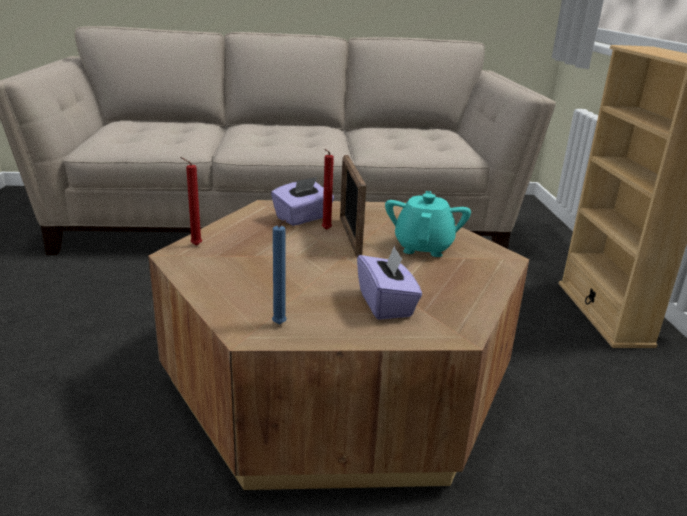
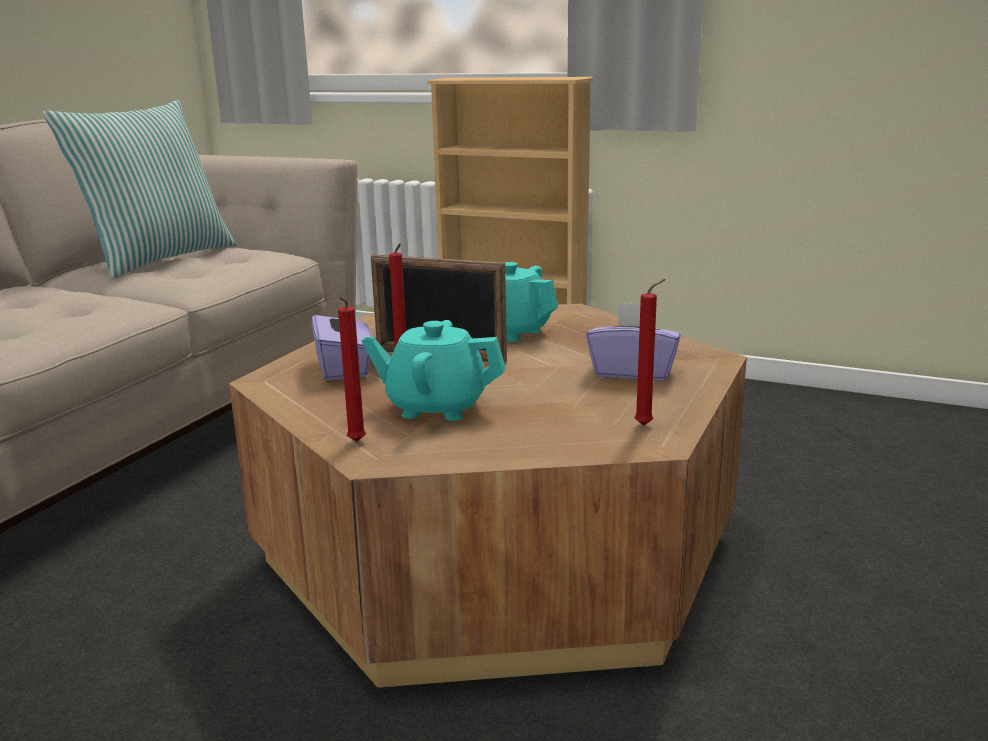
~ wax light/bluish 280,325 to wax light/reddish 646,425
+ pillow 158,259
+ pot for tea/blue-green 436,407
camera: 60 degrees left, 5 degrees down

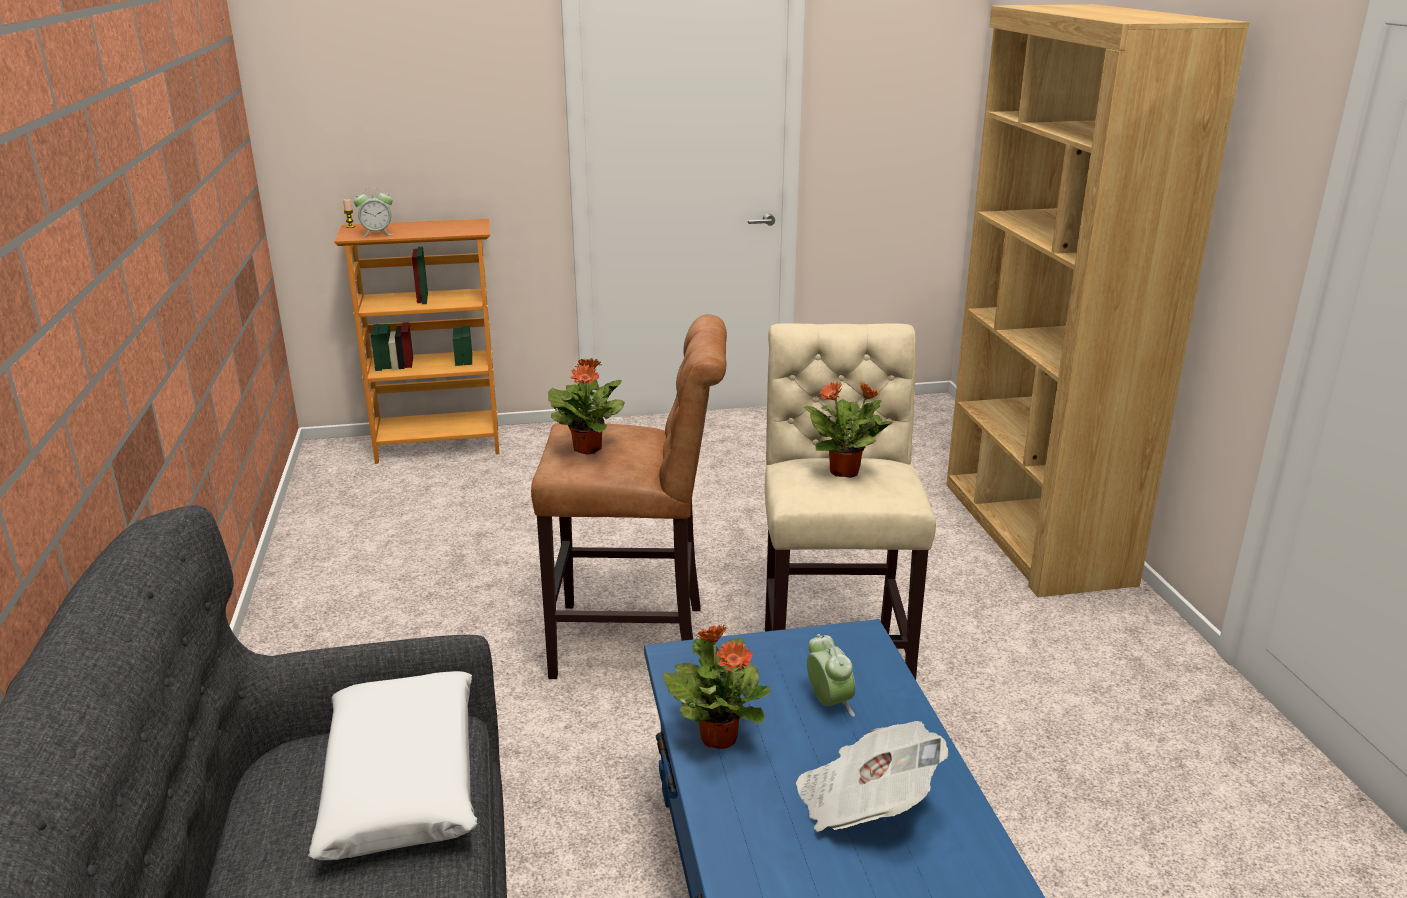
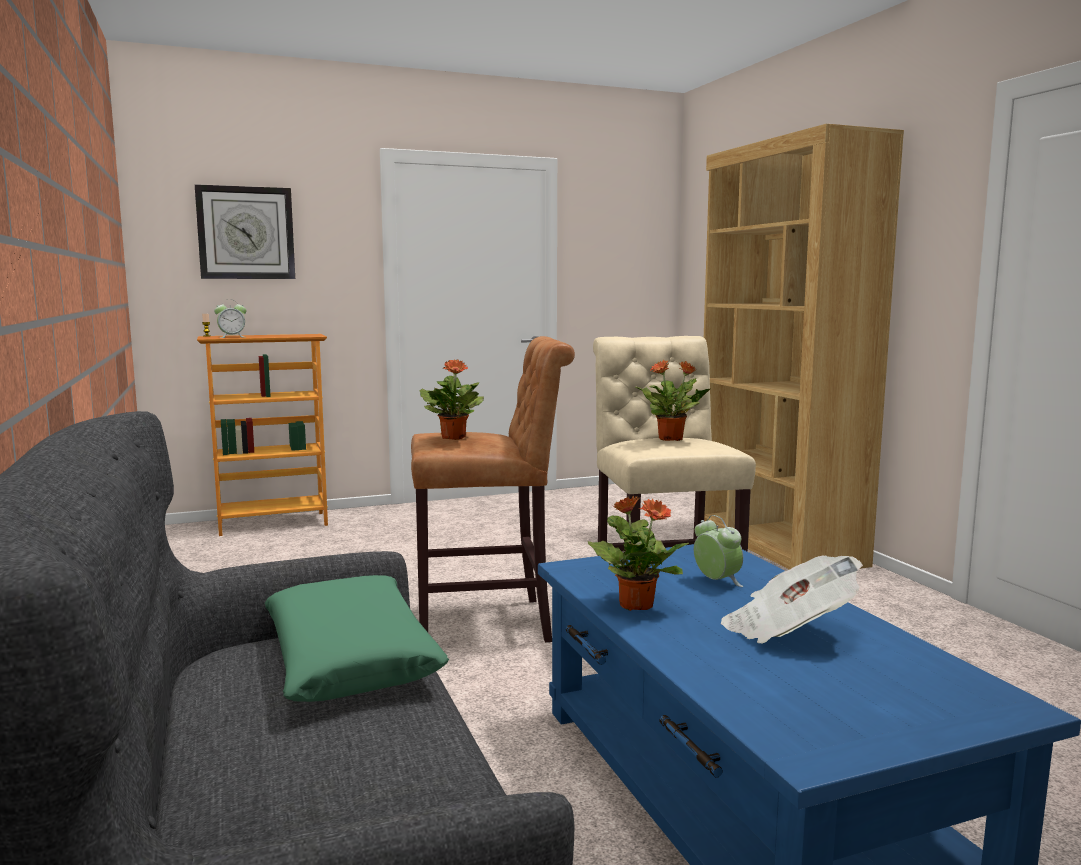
~ pillow/white-coloured 403,780 to pillow/greenish 350,657
+ hanging clock 246,233
camera: 10 degrees left, 15 degrees down

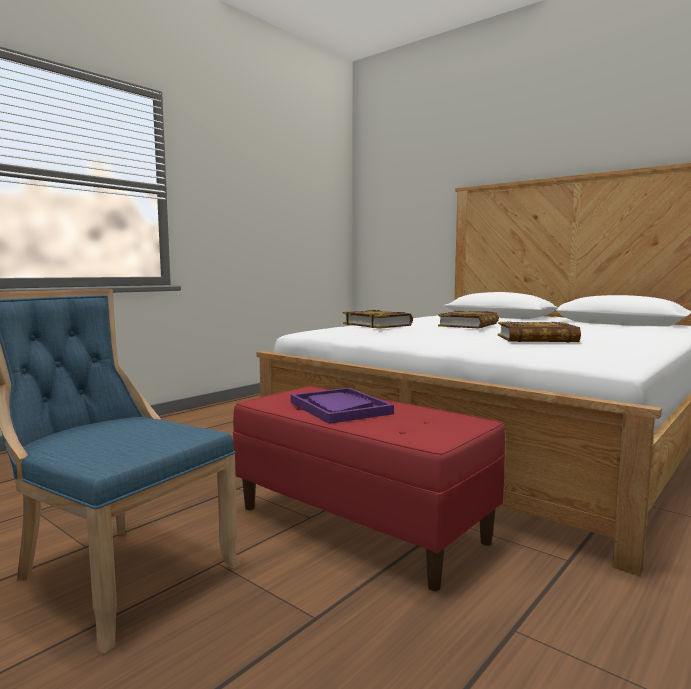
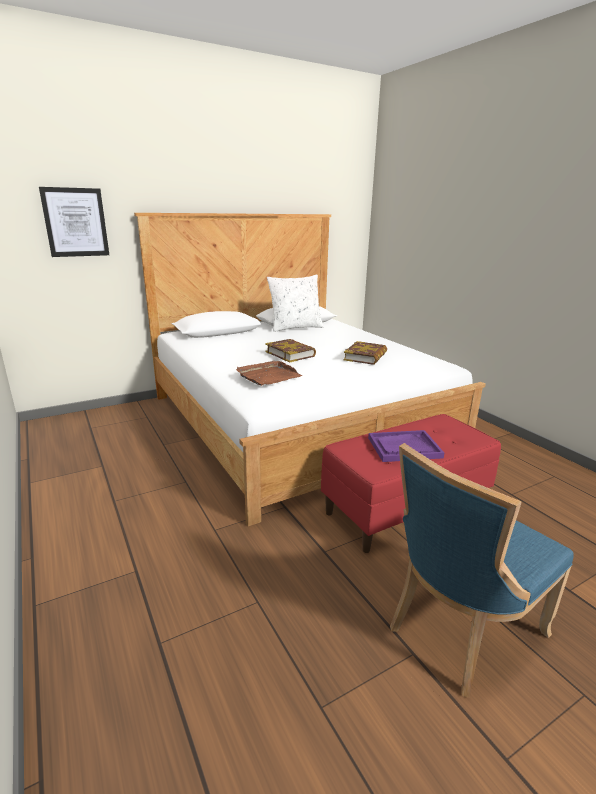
~ book 377,324 to serving tray/brown-coloured 268,376
+ wall art 75,222
+ pillow/white-coloured 295,327
camera: 70 degrees left, 15 degrees up

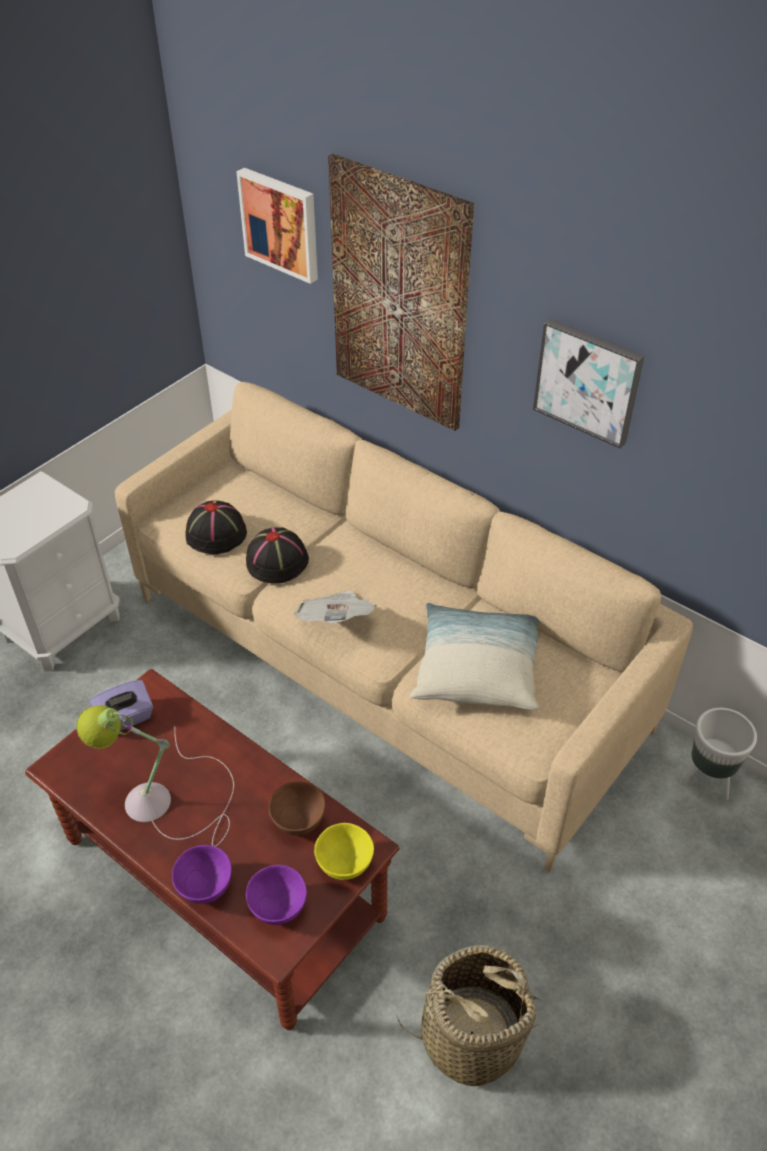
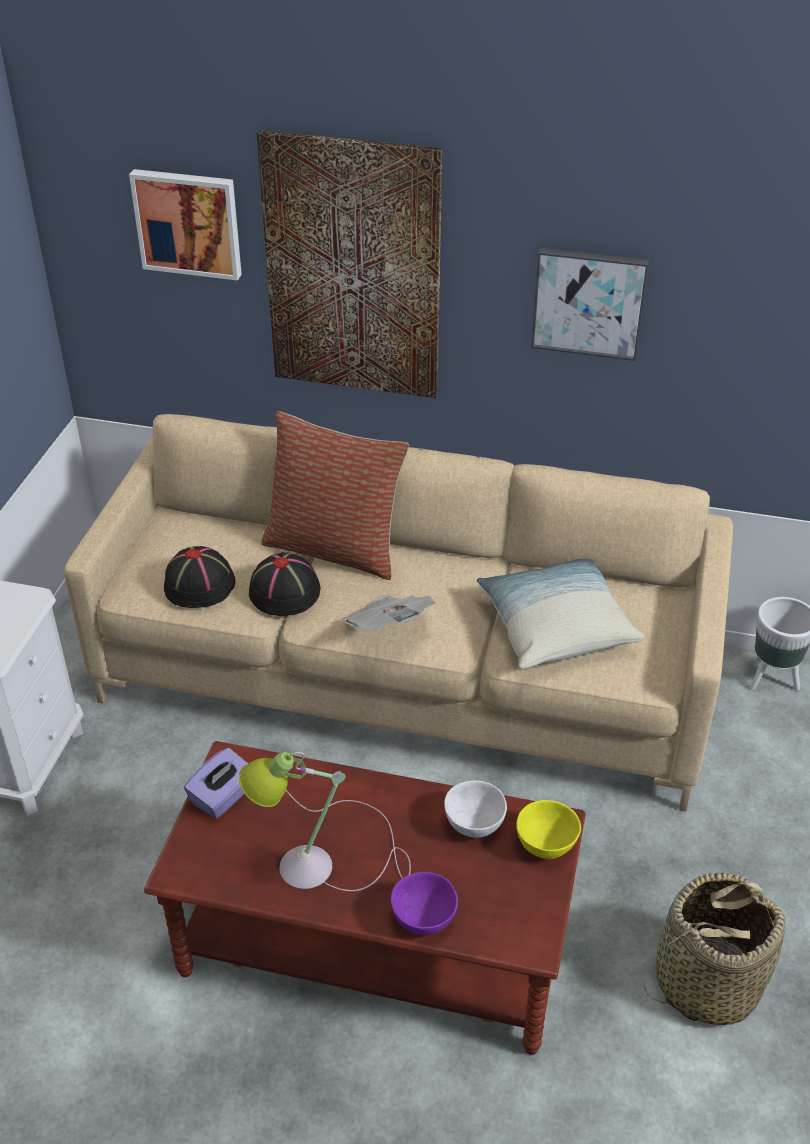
- bowl/purplish 278,908
~ bowl/brown-coloured 298,822 to bowl/white-coloured 474,826
+ pillow 335,548
camera: 25 degrees left, 5 degrees down

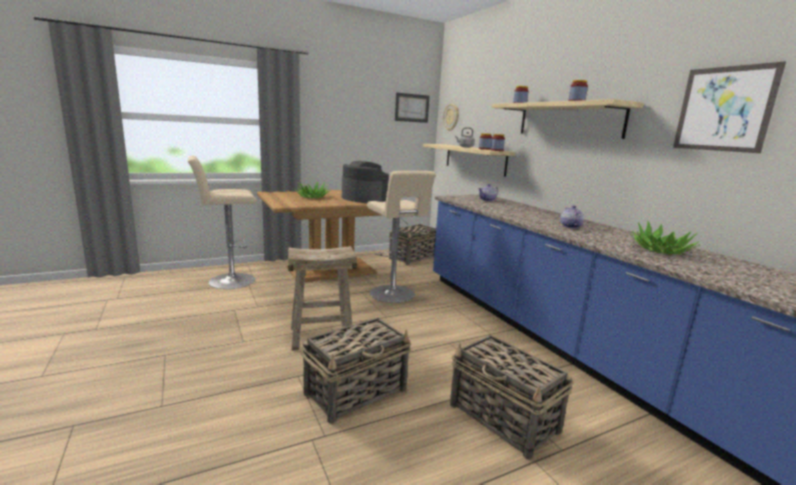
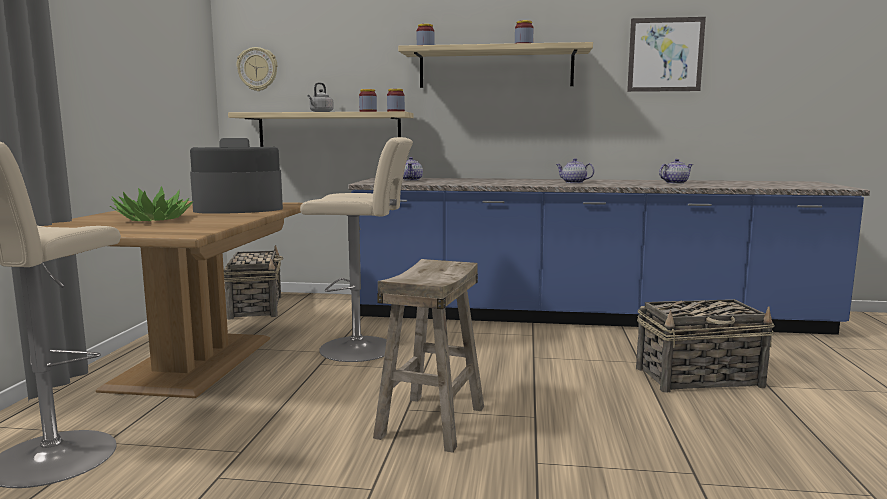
- storage basket 357,391
- wall art 411,108
~ houseplant 661,250 to pot for tea 674,183
camera: 55 degrees left, 5 degrees down

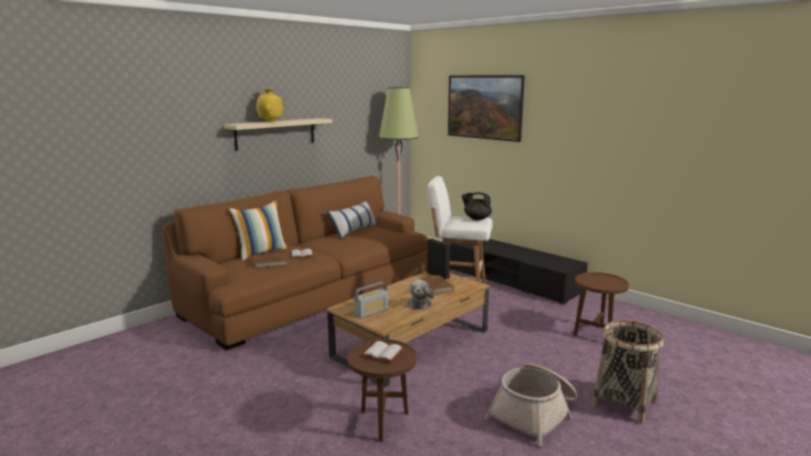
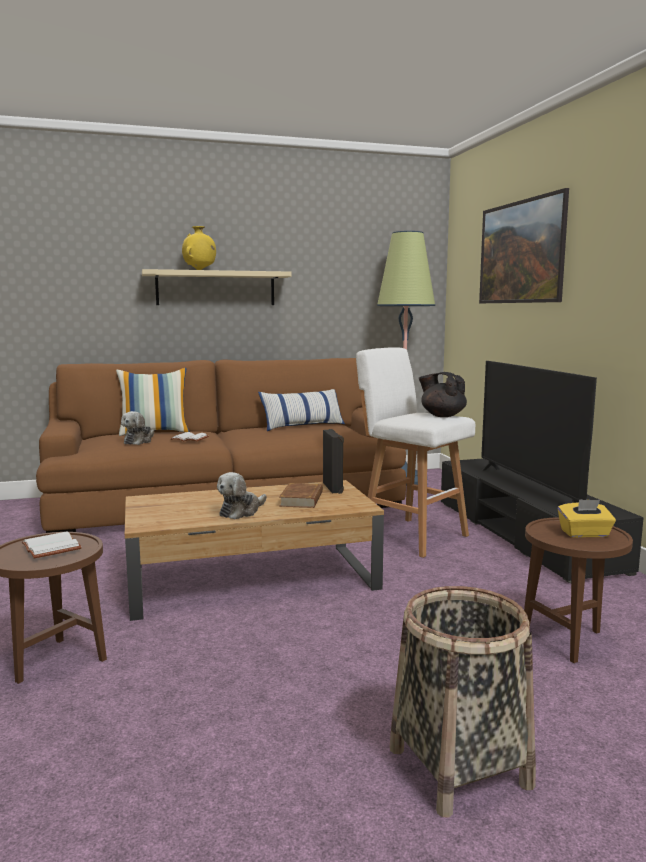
~ book/brown-coloured 269,263 to cuddly toy 139,441
- radio set 371,311
- storage basket 534,414
+ TV set 528,487
+ tissue holder/yellow 584,534
camera: 30 degrees right, 5 degrees down

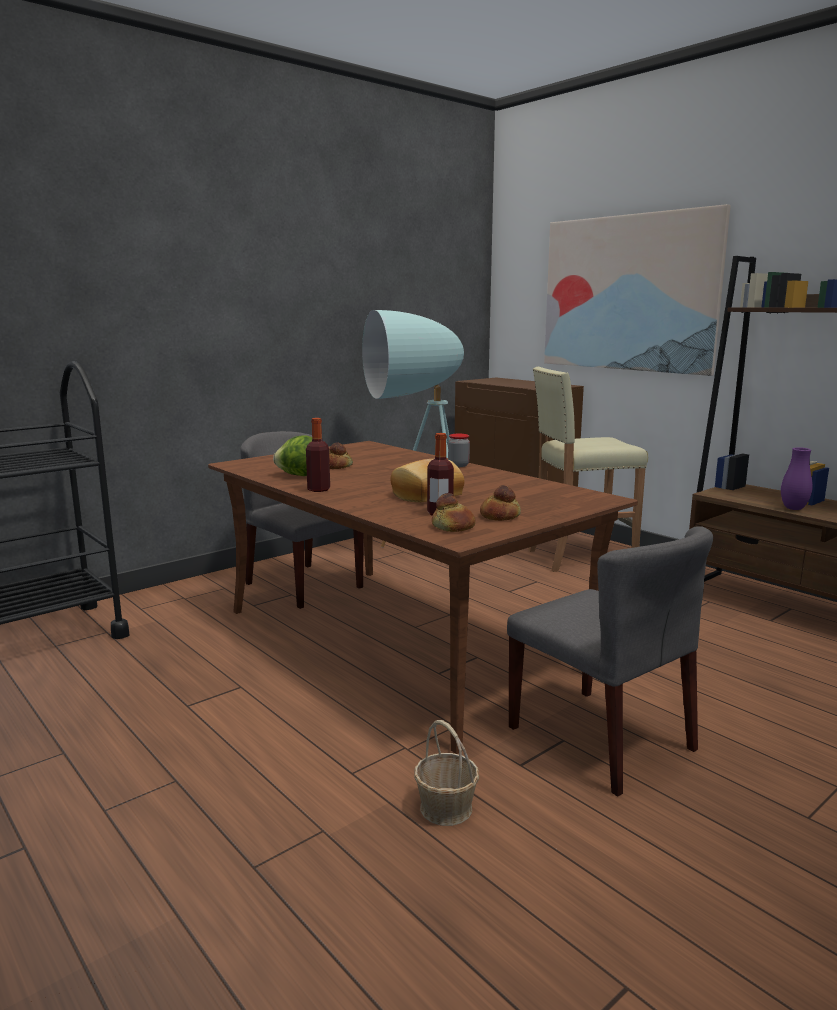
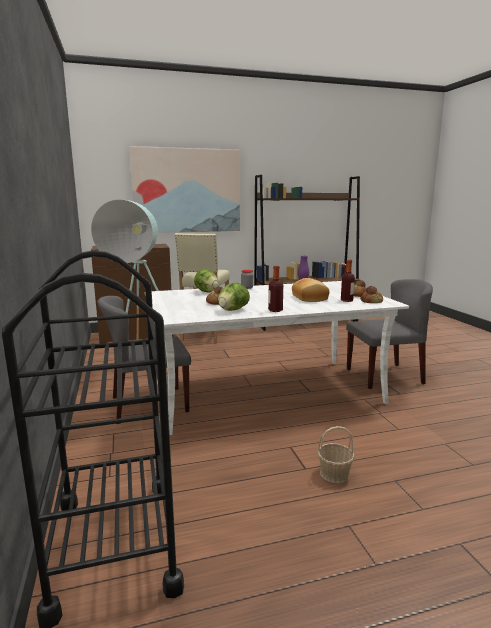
~ dining table/brown-coloured 400,641 to dining table/white-coloured 266,392
~ storage basket 446,808 to 334,474
+ head of lettuce 207,292
camera: 65 degrees left, 0 degrees up

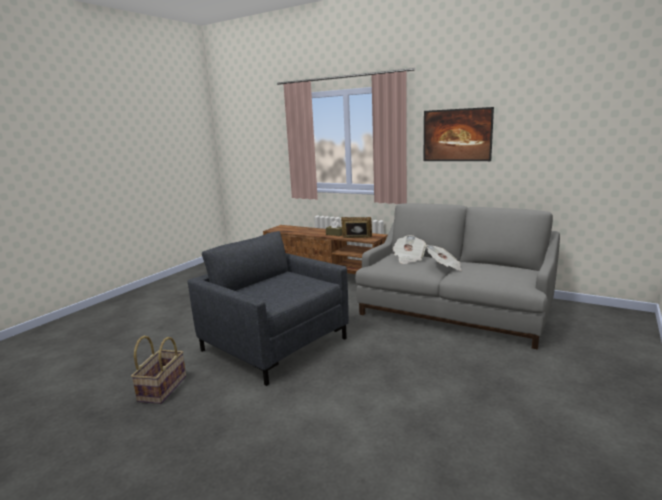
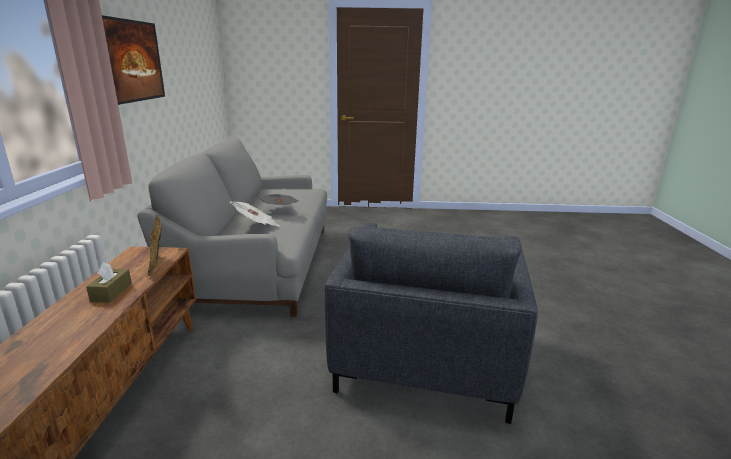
- storage basket 162,388
camera: 120 degrees left, 5 degrees up

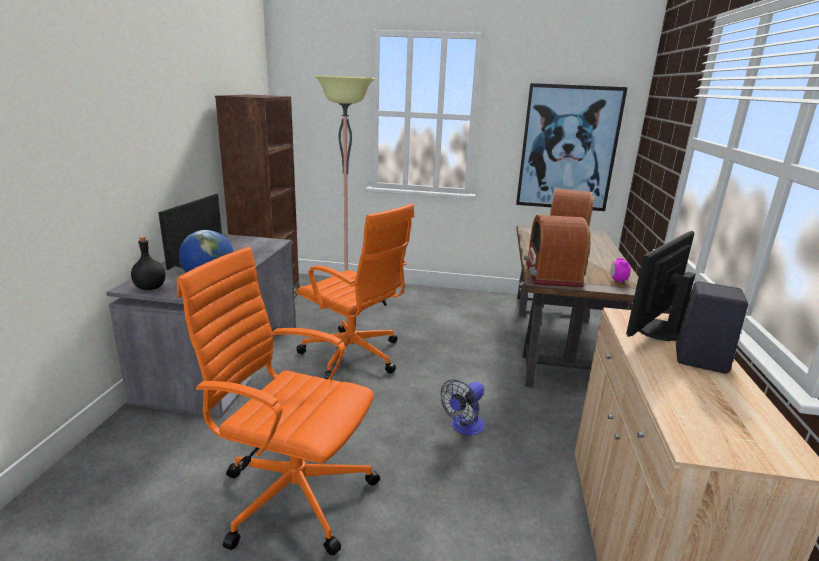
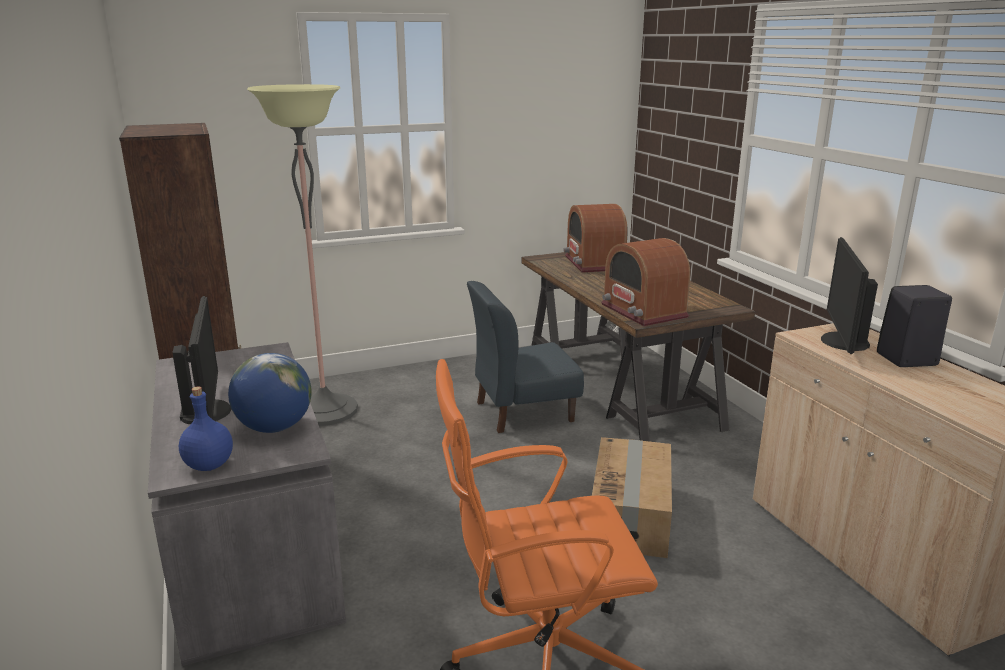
~ bottle/black 149,288 to bottle/bluish 208,466
- computer chair/orange 354,356
~ electric fan 464,427 to carton 631,515
- wall art 568,148
- bedside clock 617,280
+ chair/bluish 523,411
camera: 30 degrees left, 0 degrees up

